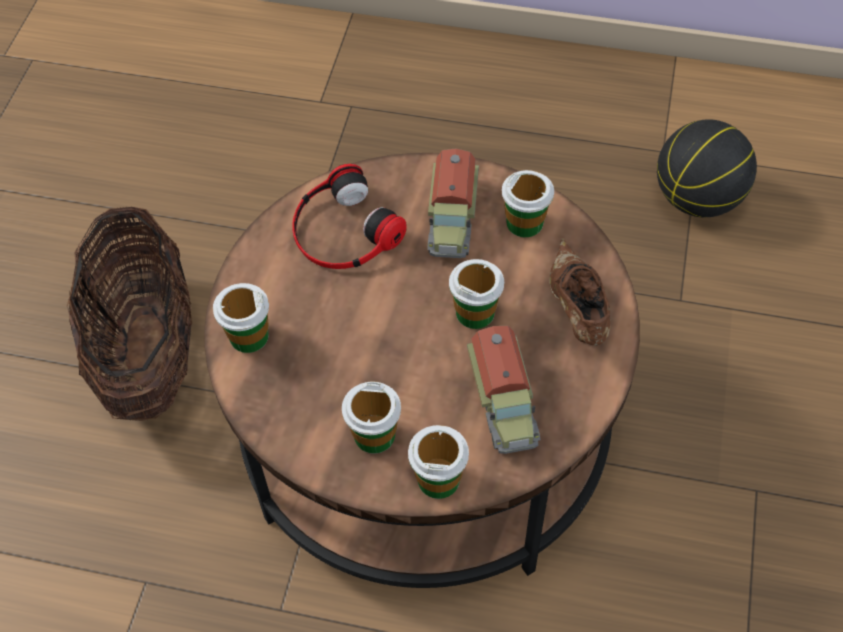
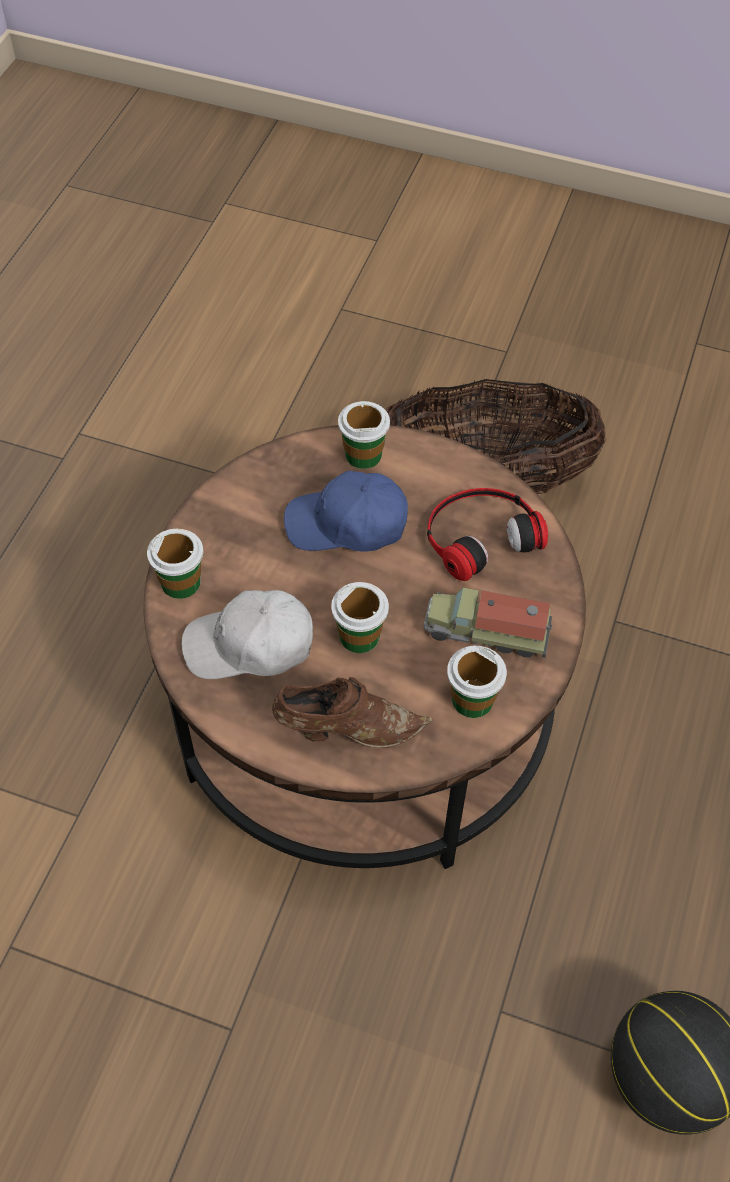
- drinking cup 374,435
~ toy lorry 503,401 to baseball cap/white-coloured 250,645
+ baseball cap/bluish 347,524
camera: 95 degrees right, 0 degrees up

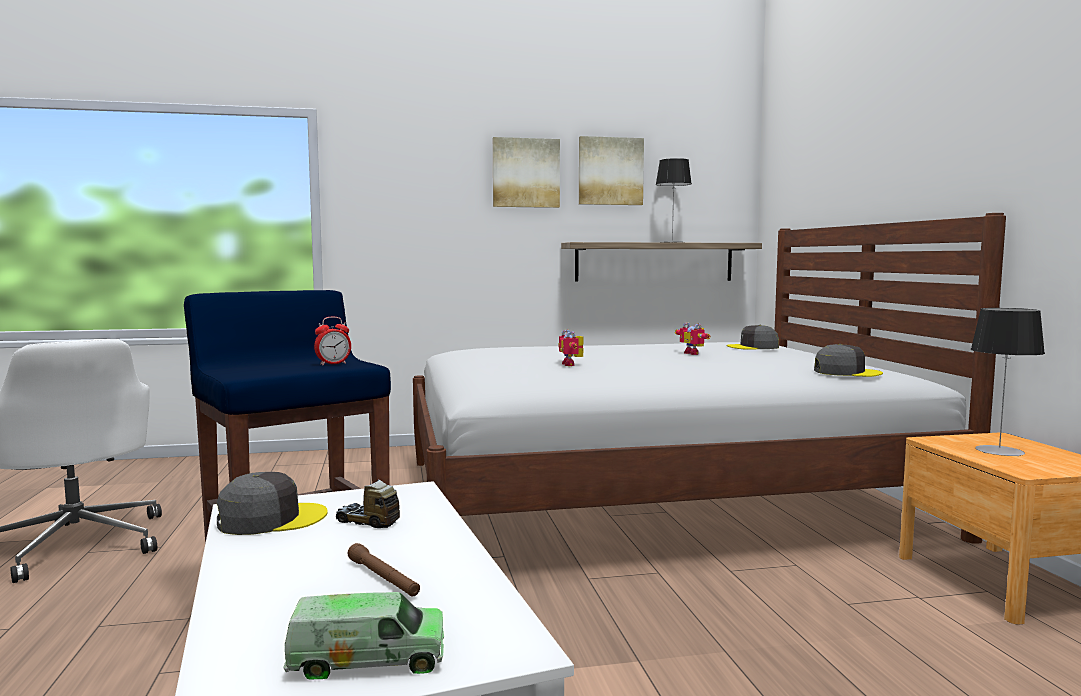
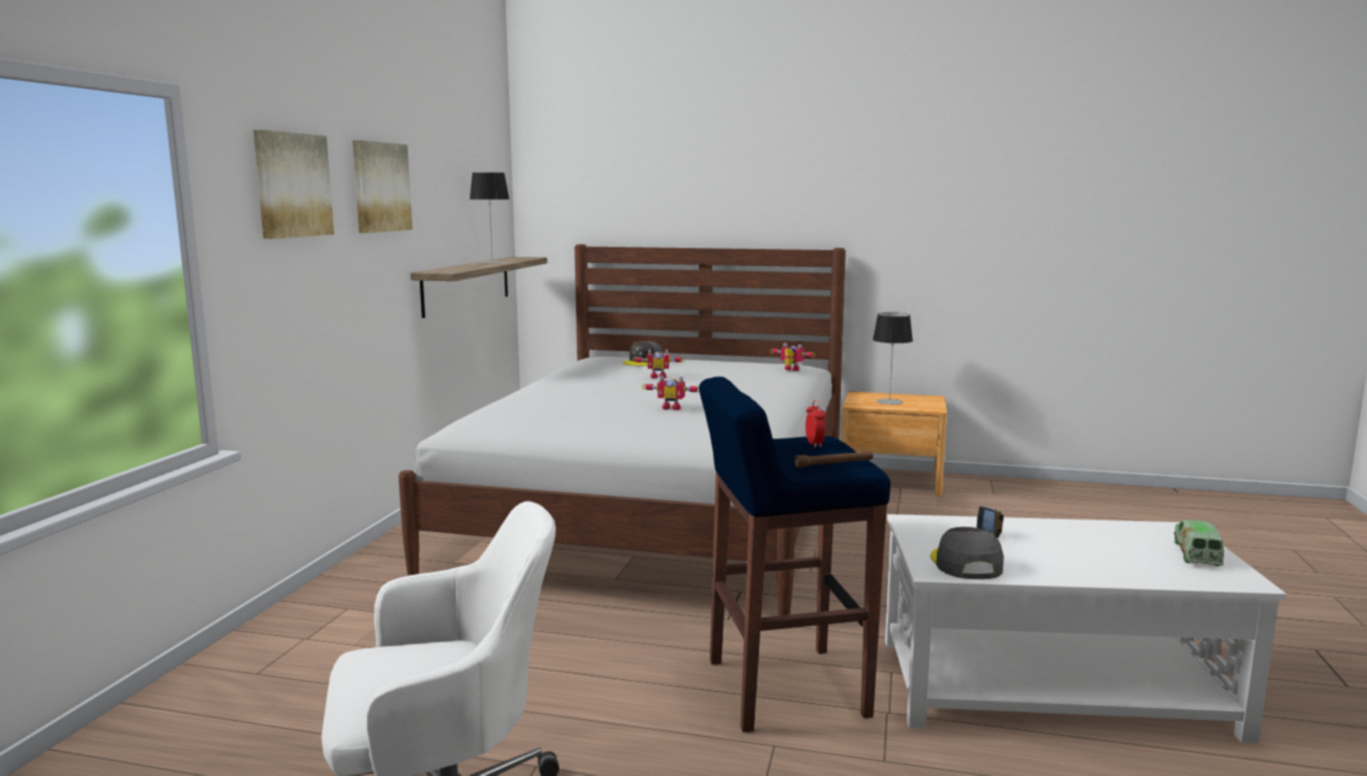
~ hand torch/brown-coloured 383,578 to 834,464
~ wall art 610,171 to 292,185
~ baseball cap/grey 846,372 to model robot 790,370
camera: 65 degrees left, 5 degrees up

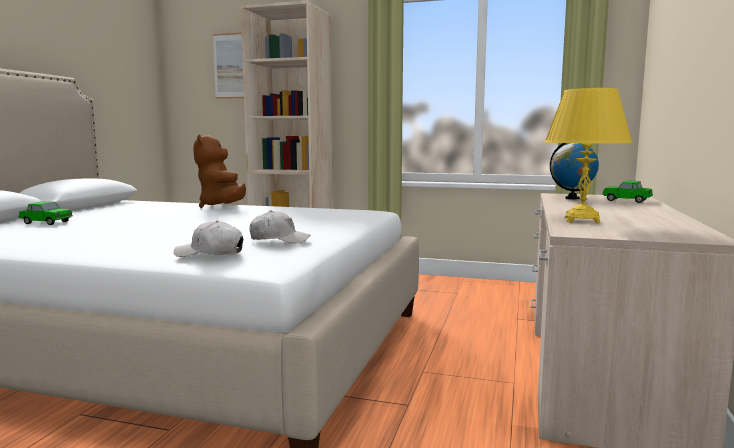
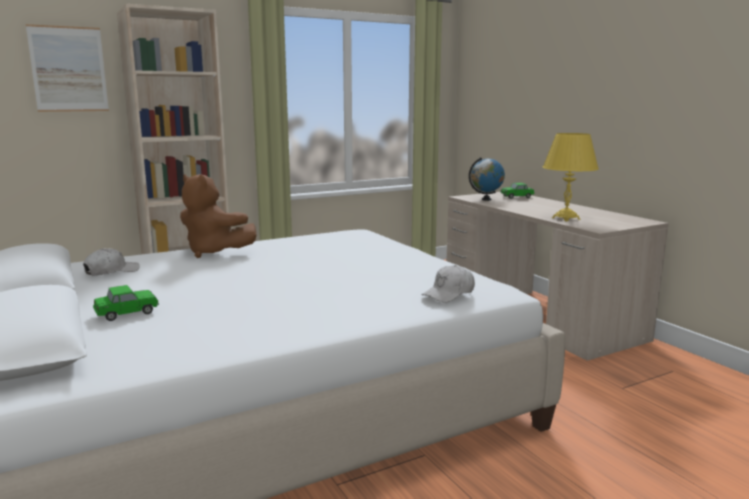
~ baseball cap/white-coloured 279,239 to 111,271
camera: 45 degrees left, 5 degrees up

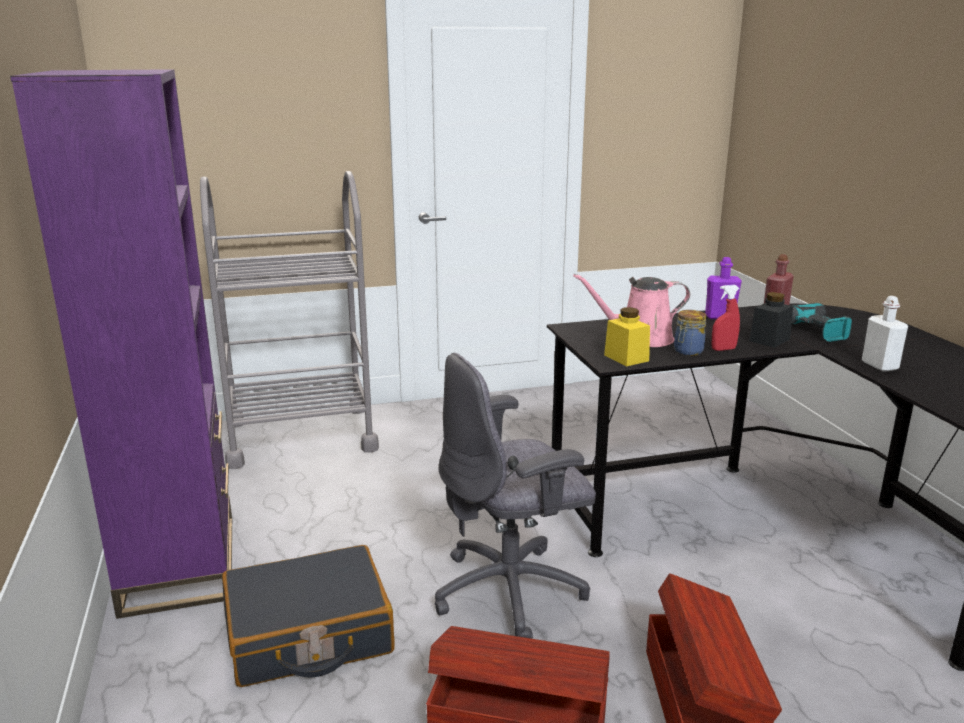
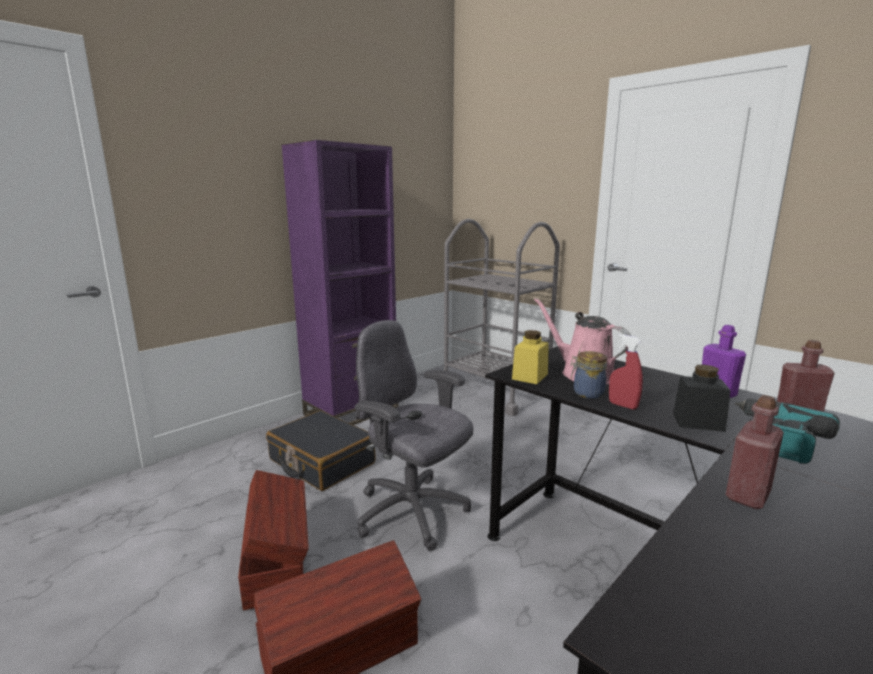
~ bottle/white-coloured 880,365 to bottle/reddish 747,495
camera: 60 degrees right, 5 degrees down

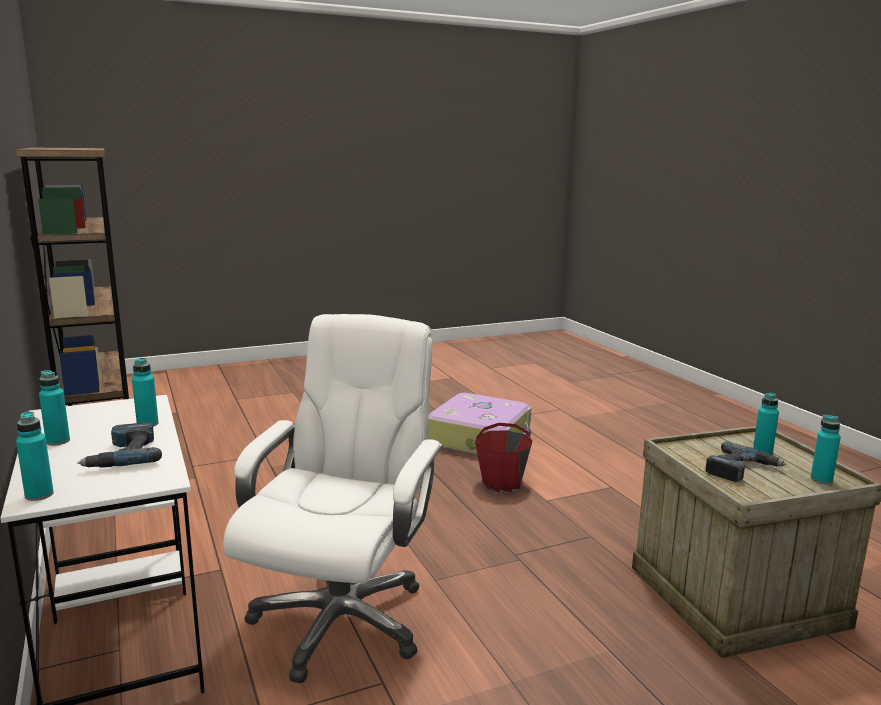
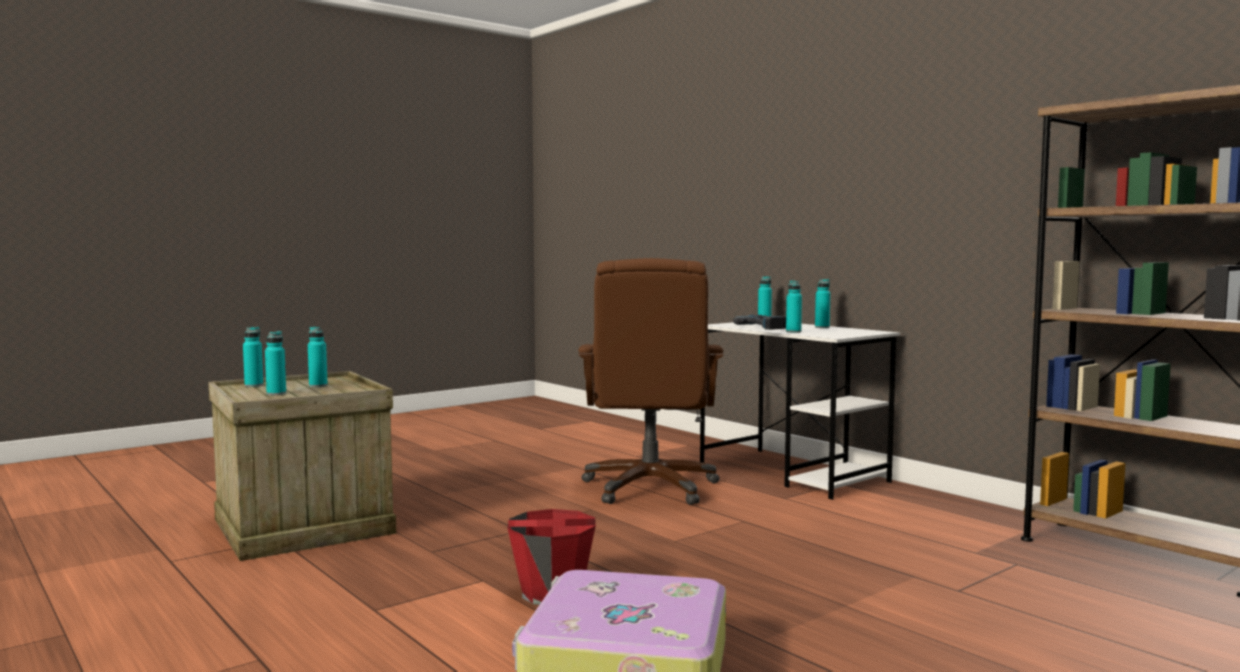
~ computer chair/white-coloured 340,619 to computer chair/brown-coloured 650,488
~ electric drill 741,469 to bottle/blue-green 318,386
camera: 165 degrees right, 10 degrees down

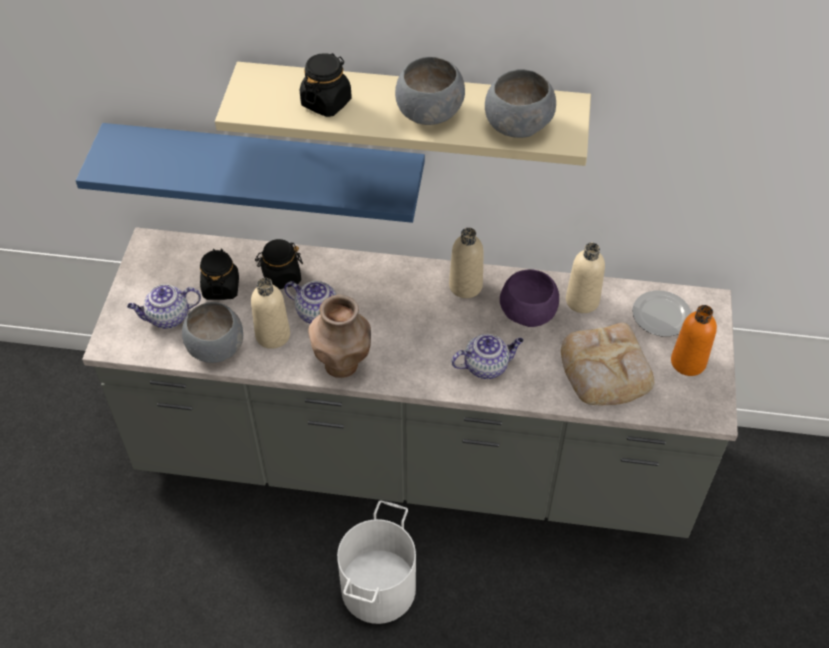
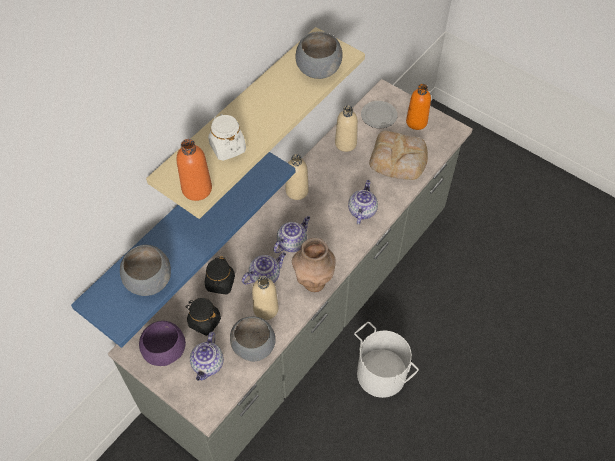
~ storage jar/black 326,102 to storage jar/white-coloured 227,147
~ bowl/grey 428,113 to 148,281
~ bowl/purplish 527,312 to 164,350
+ bottle/orange 197,189
+ pot for tea 292,242
camera: 60 degrees left, 5 degrees up

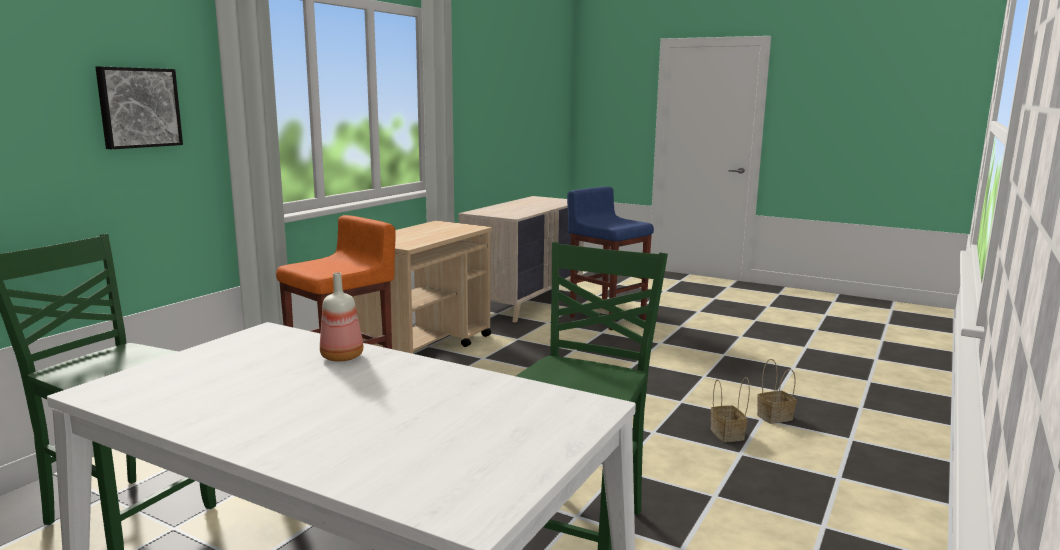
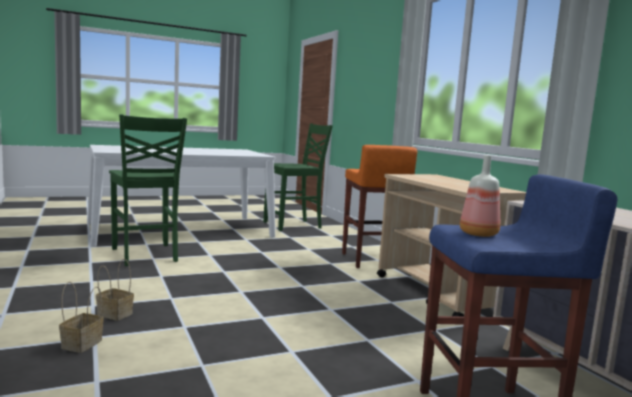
- wall art 138,107
~ bottle 343,356 to 479,234
camera: 125 degrees right, 5 degrees down

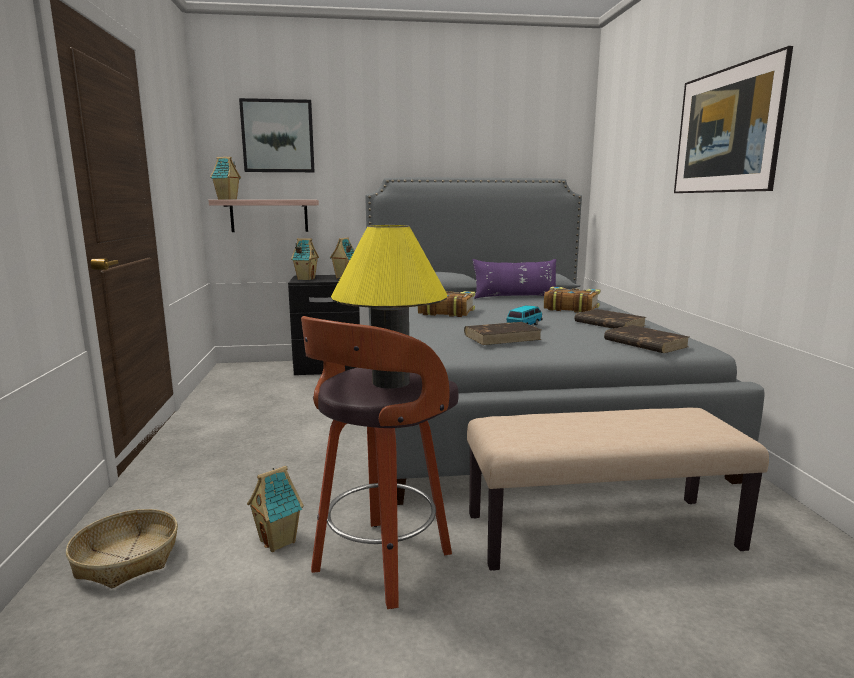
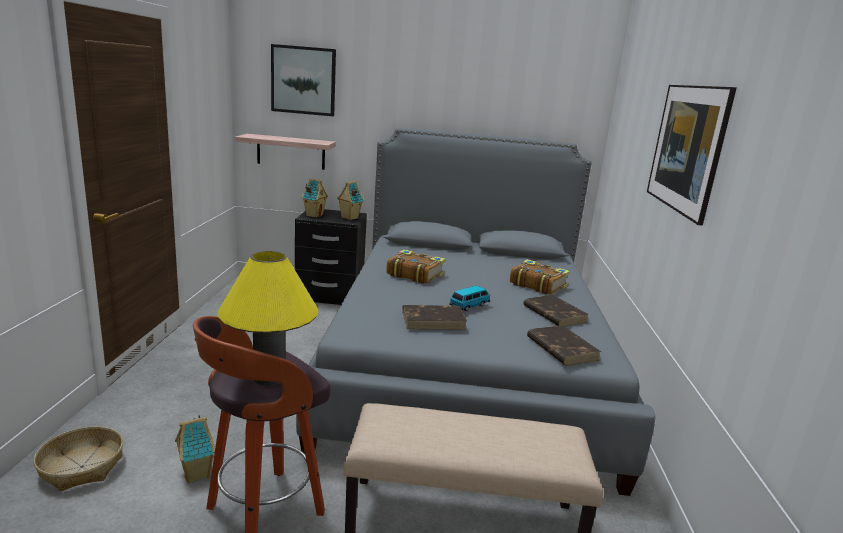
- toy house 227,199
- pillow/purplish 515,297
camera: 10 degrees right, 5 degrees up

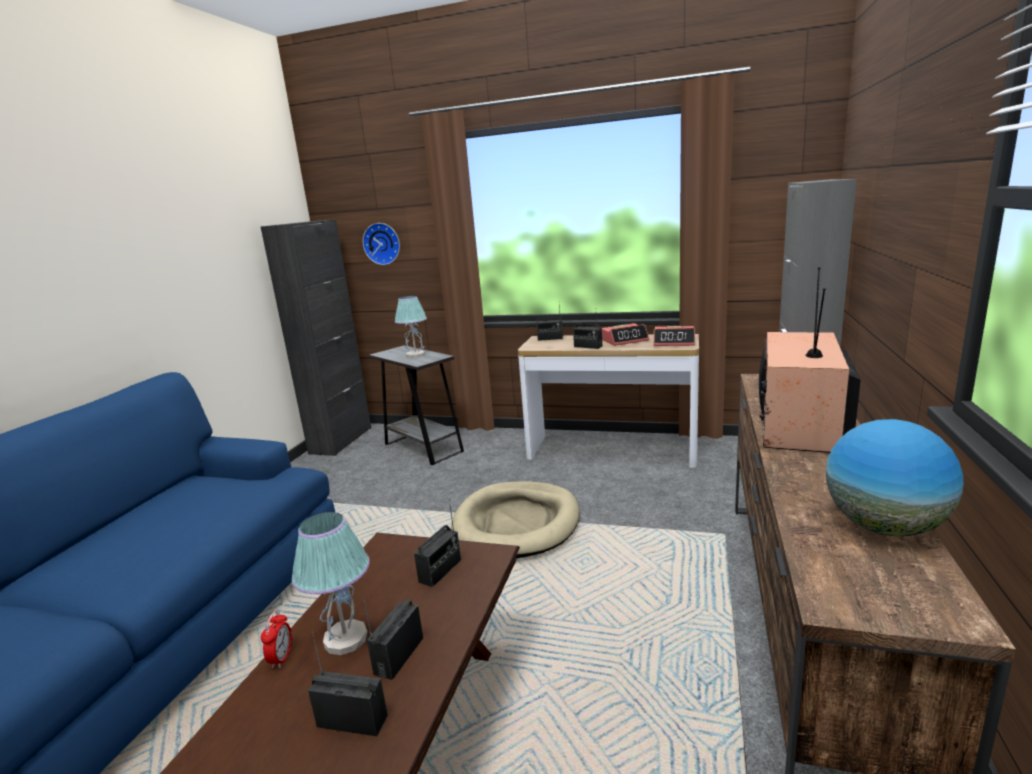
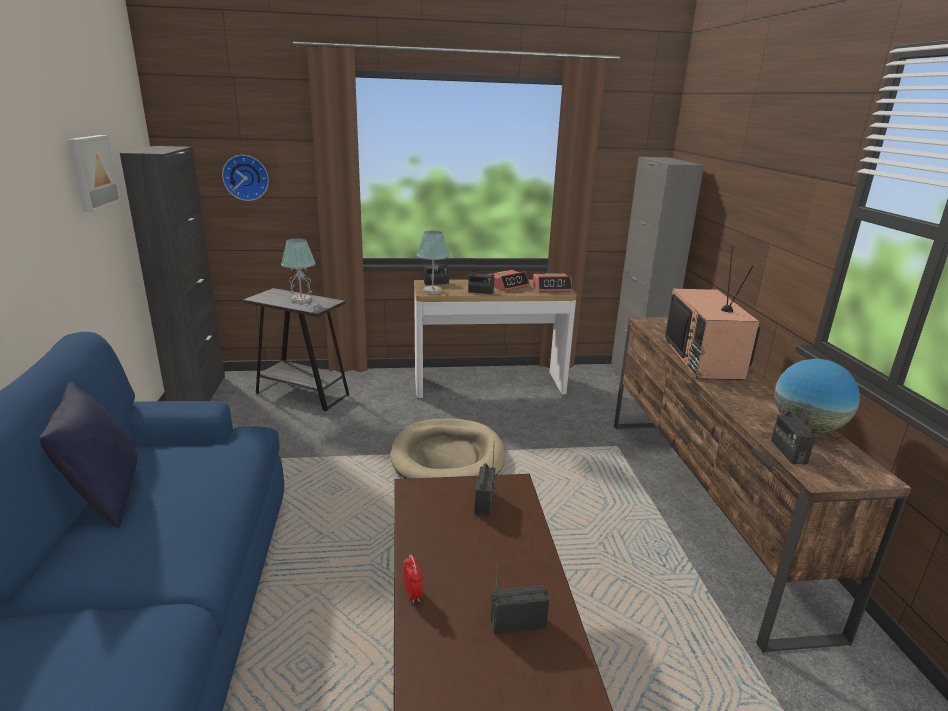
~ lamp for a table 345,638 to 432,291
~ radio set 398,655 to 788,452
+ pillow/bluish 105,498
+ wall art 91,172
camera: 25 degrees left, 5 degrees up

